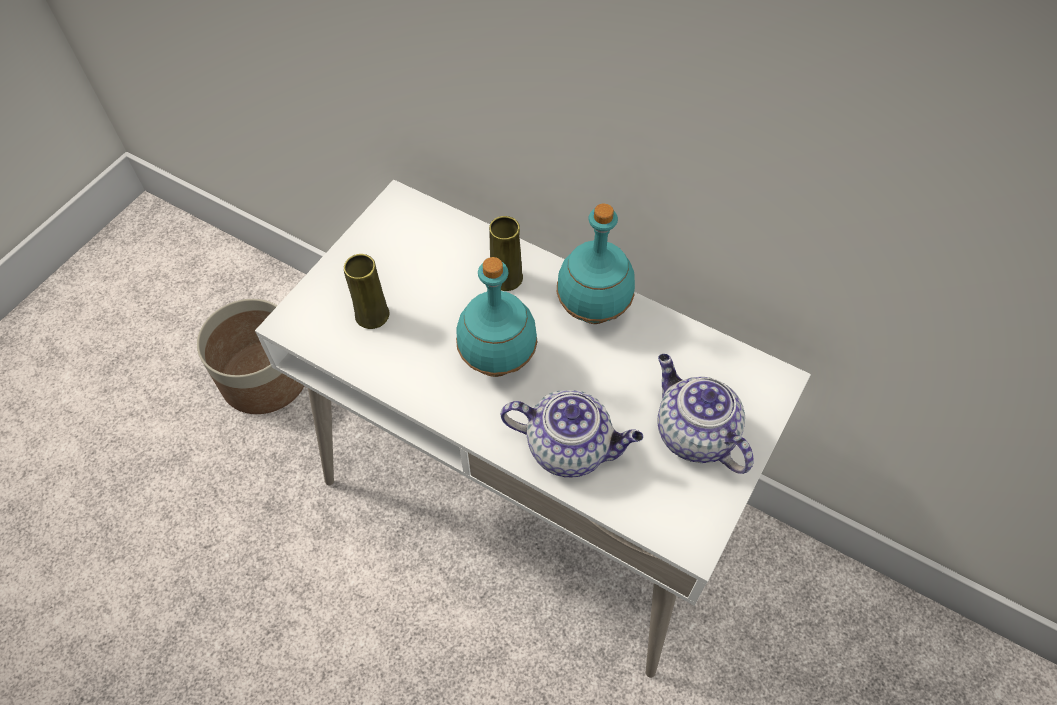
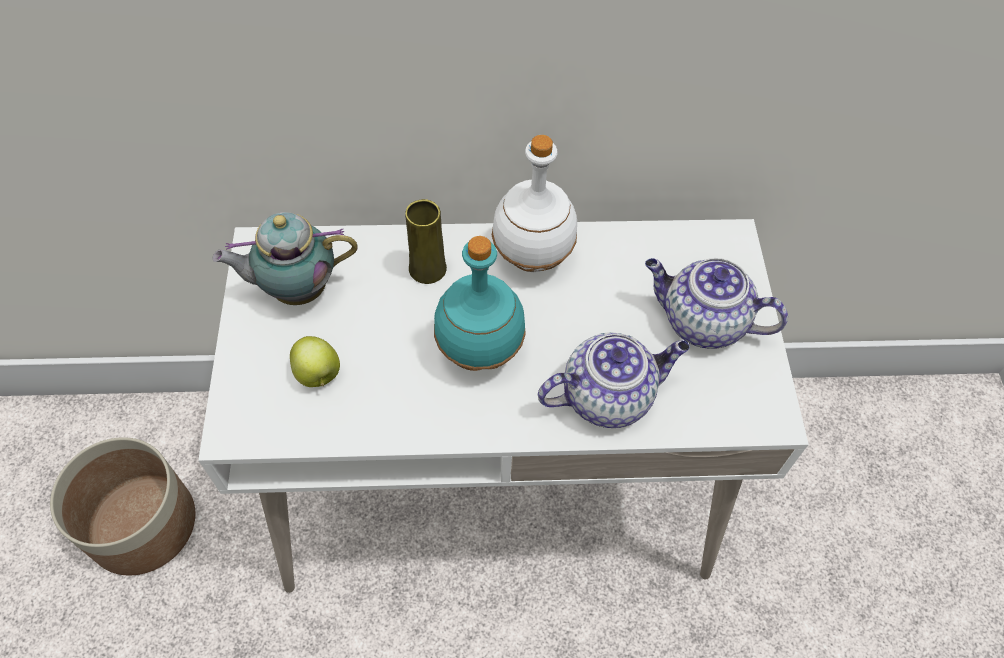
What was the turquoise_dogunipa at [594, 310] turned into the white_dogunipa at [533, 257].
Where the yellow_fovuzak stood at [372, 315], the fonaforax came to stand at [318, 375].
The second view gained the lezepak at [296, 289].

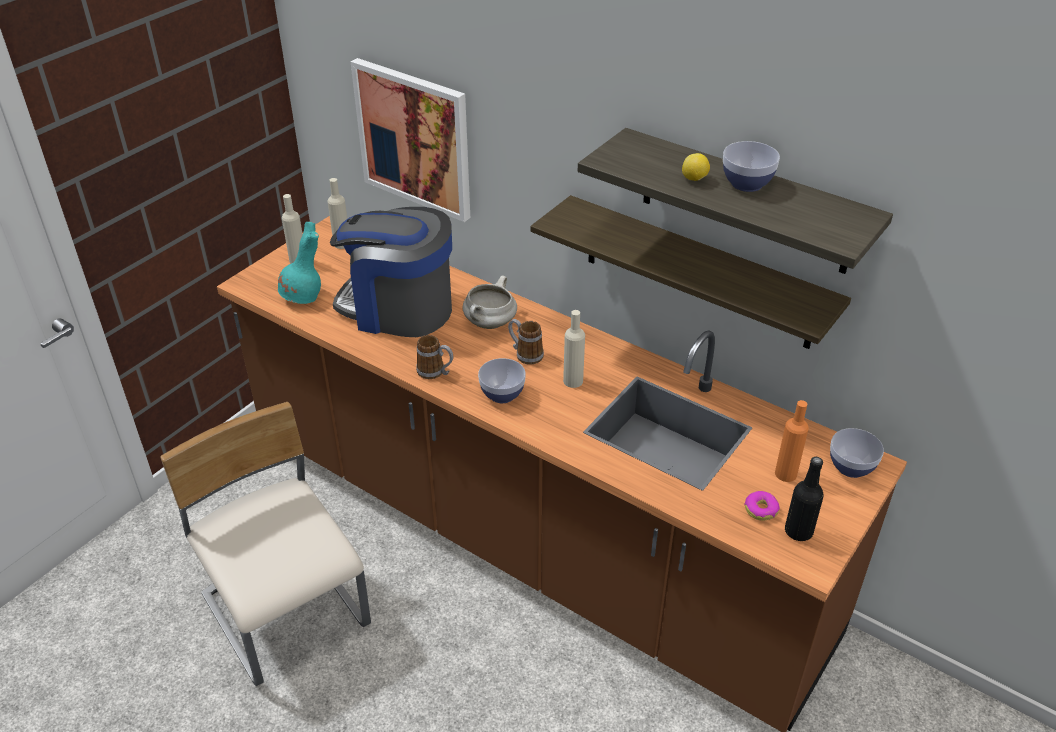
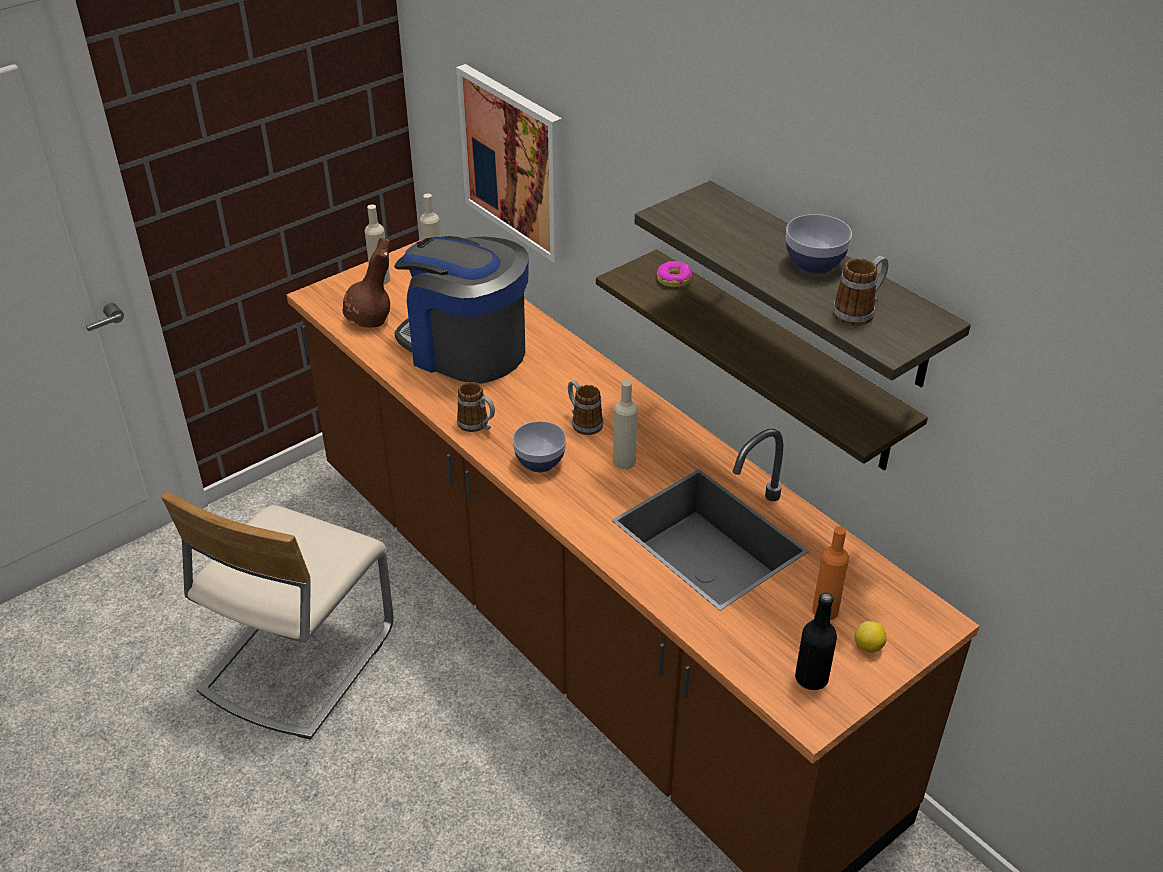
The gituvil ended up elsewhere, having gone from [694, 179] to [868, 647].
What was the turquoise_fovuzak at [303, 298] turned into the brown_fovuzak at [370, 321].
The second view lost the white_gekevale at [490, 323].
The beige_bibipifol at [287, 612] ended up facing another way, 135 degrees counterclockwise from before.
The second view lost the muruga at [851, 467].
The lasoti ended up elsewhere, having gone from [761, 509] to [674, 279].
The second view gained the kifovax at [859, 312].

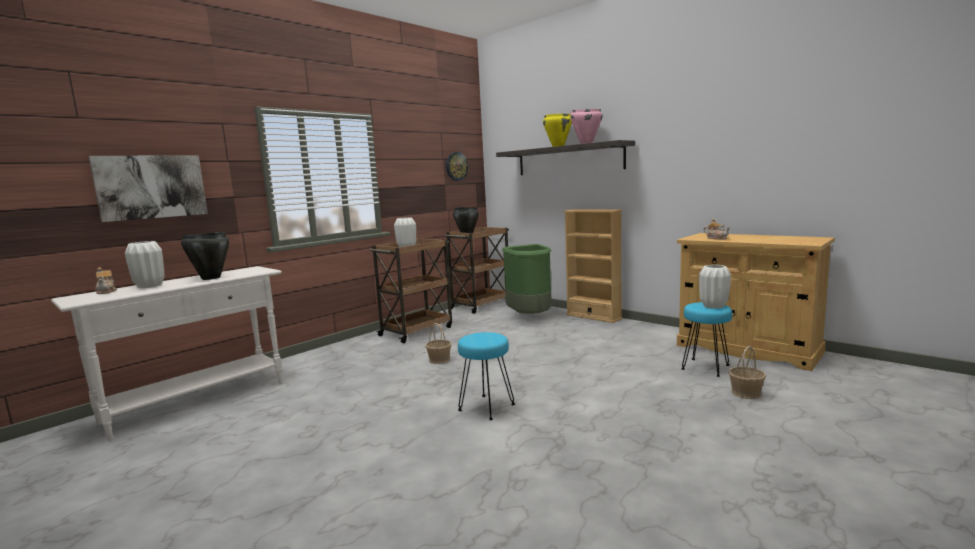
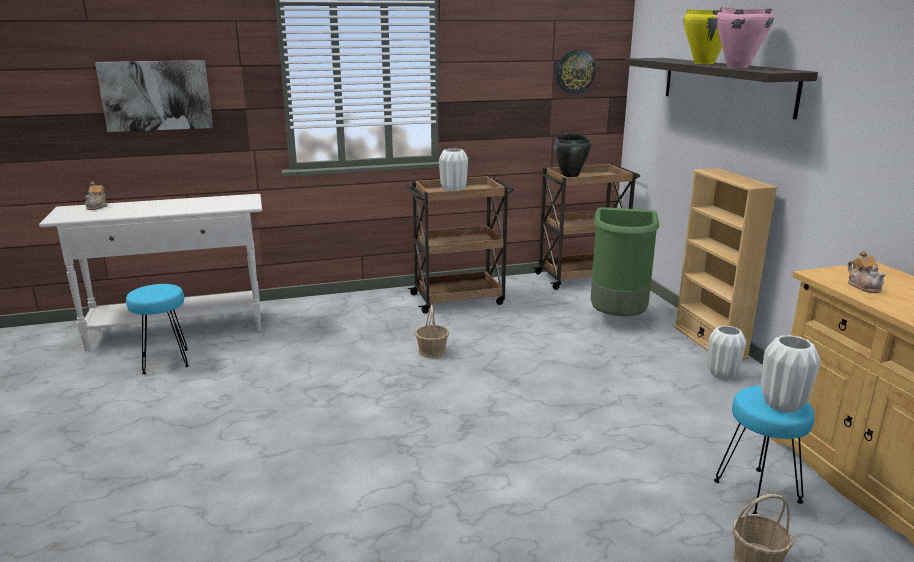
The second view lost the black_gekevale at [210, 278].
The white_fovuzak ended up elsewhere, having gone from [150, 286] to [722, 374].
The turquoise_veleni ended up elsewhere, having gone from [486, 407] to [165, 361].

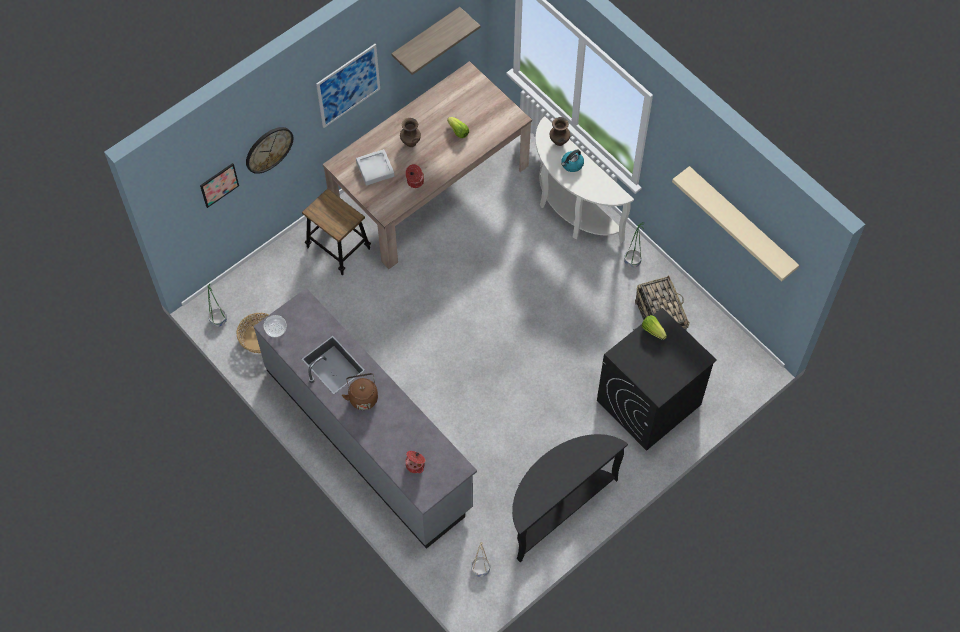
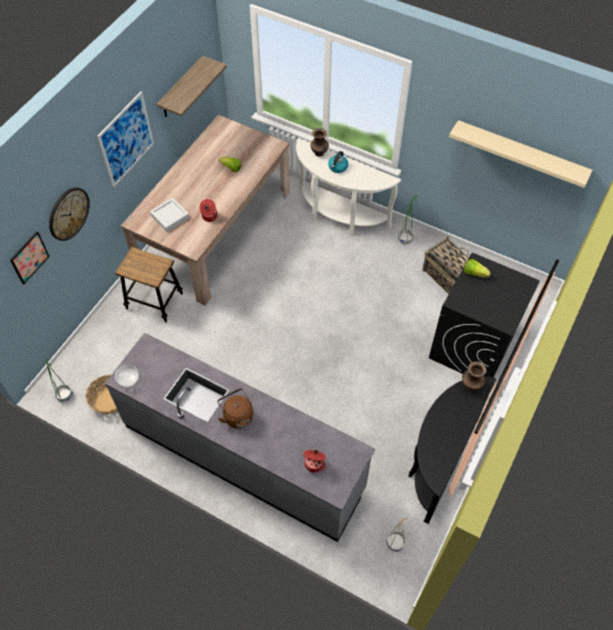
The brown_fovuzak ended up elsewhere, having gone from [410, 142] to [470, 385].

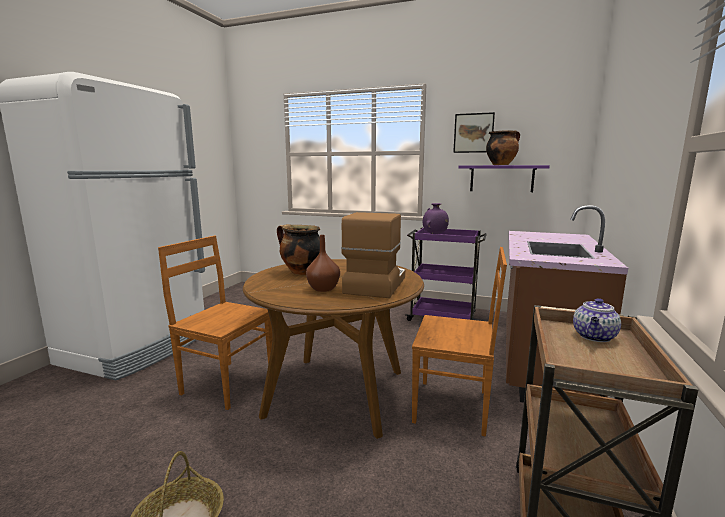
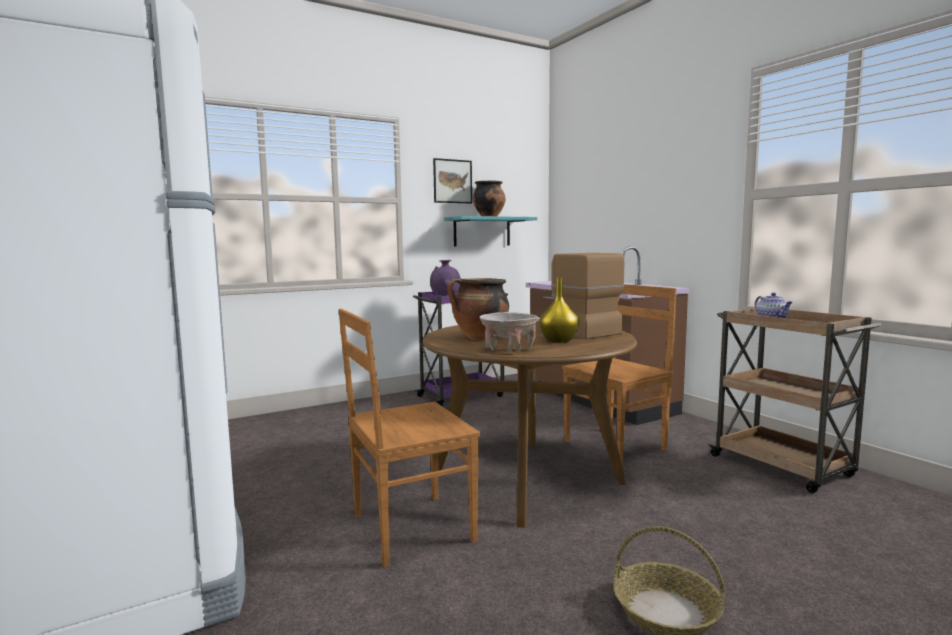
What was the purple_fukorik at [501, 178] turned into the turquoise_fukorik at [482, 232].
What was the brown_fovuzak at [322, 289] turned into the yellow_fovuzak at [558, 341].
The second view gained the beige_muruga at [508, 349].

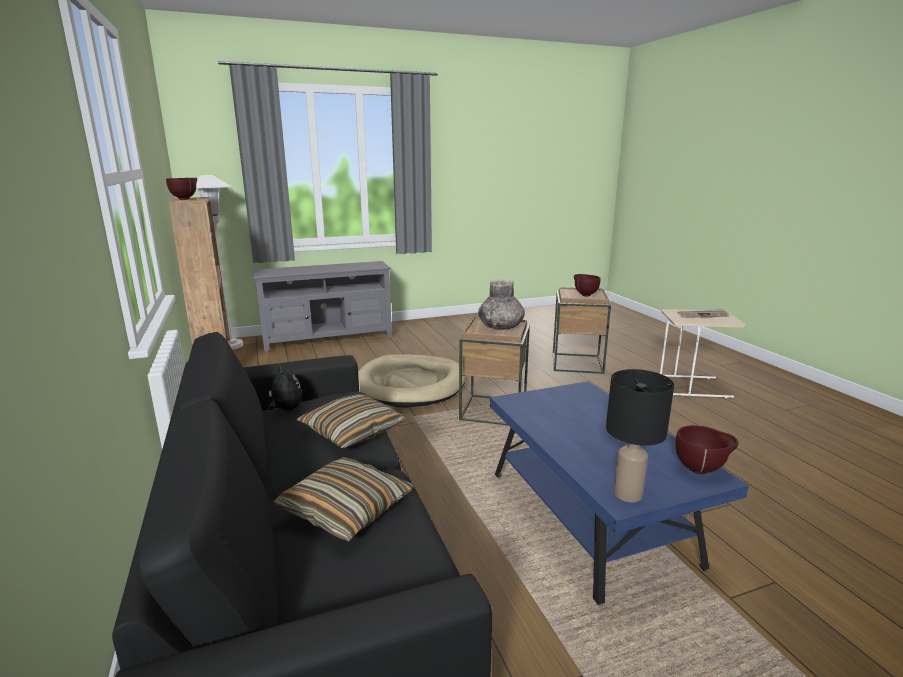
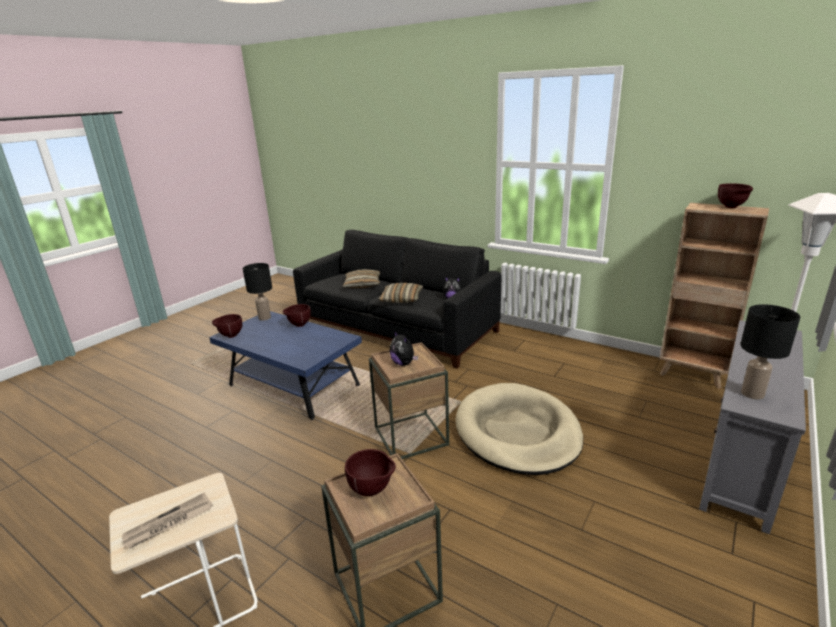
Where the grey_fovuzak stood at [500, 327], the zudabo came to stand at [404, 363].
The second view gained the brown_muruga at [298, 325].
The second view gained the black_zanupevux at [753, 394].

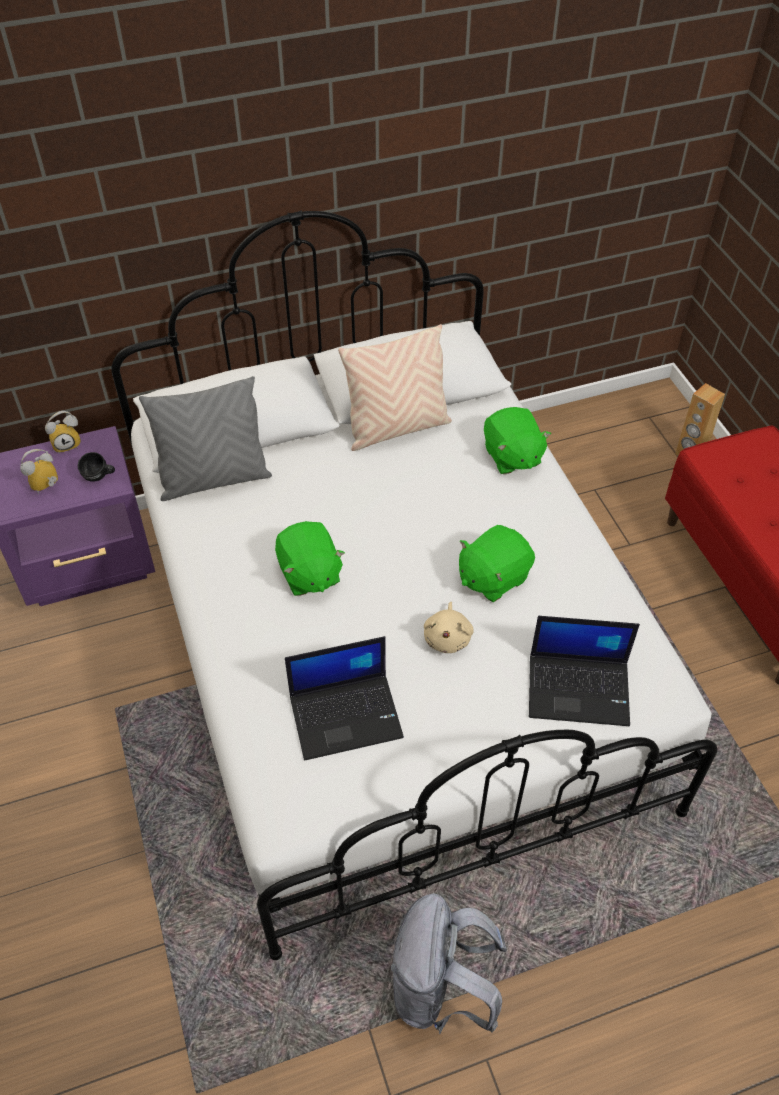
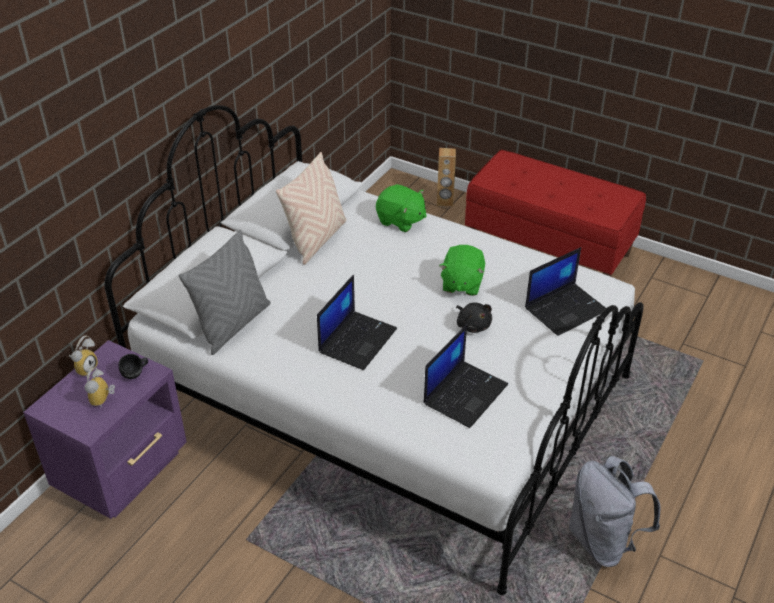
Where the green_zudabo stood at [309, 574], the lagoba came to stand at [357, 340].
What was the beige_zudabo at [448, 637] turned into the black_zudabo at [473, 325].

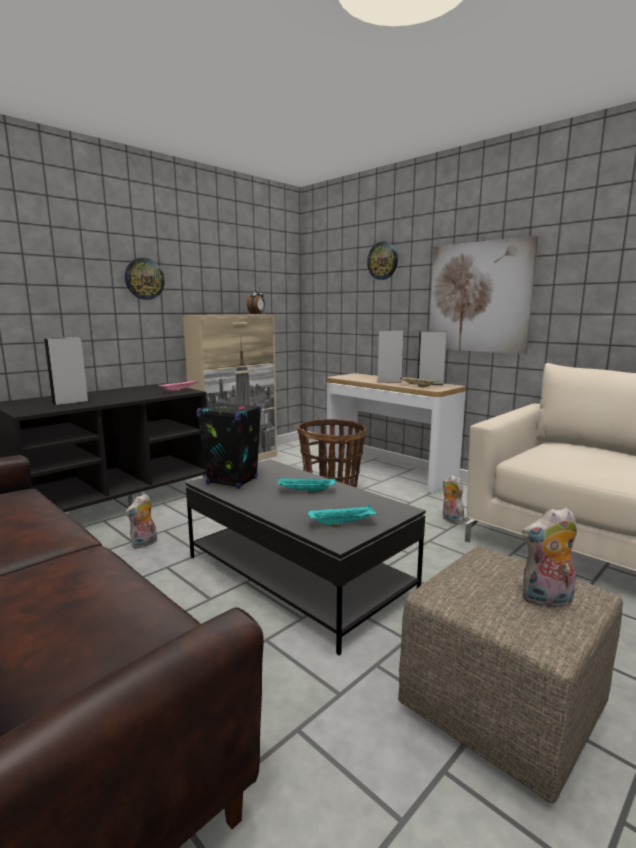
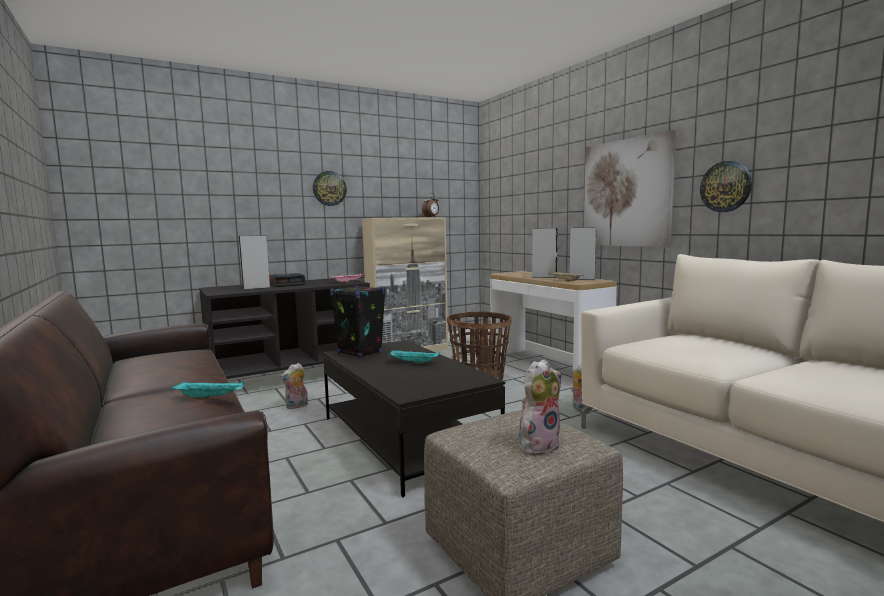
The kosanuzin ended up elsewhere, having gone from [383, 260] to [725, 186].
The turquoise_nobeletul ended up elsewhere, having gone from [343, 524] to [211, 398].
The zudabo at [546, 601] ended up facing another way, 135 degrees clockwise from before.
The second view gained the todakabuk at [287, 284].

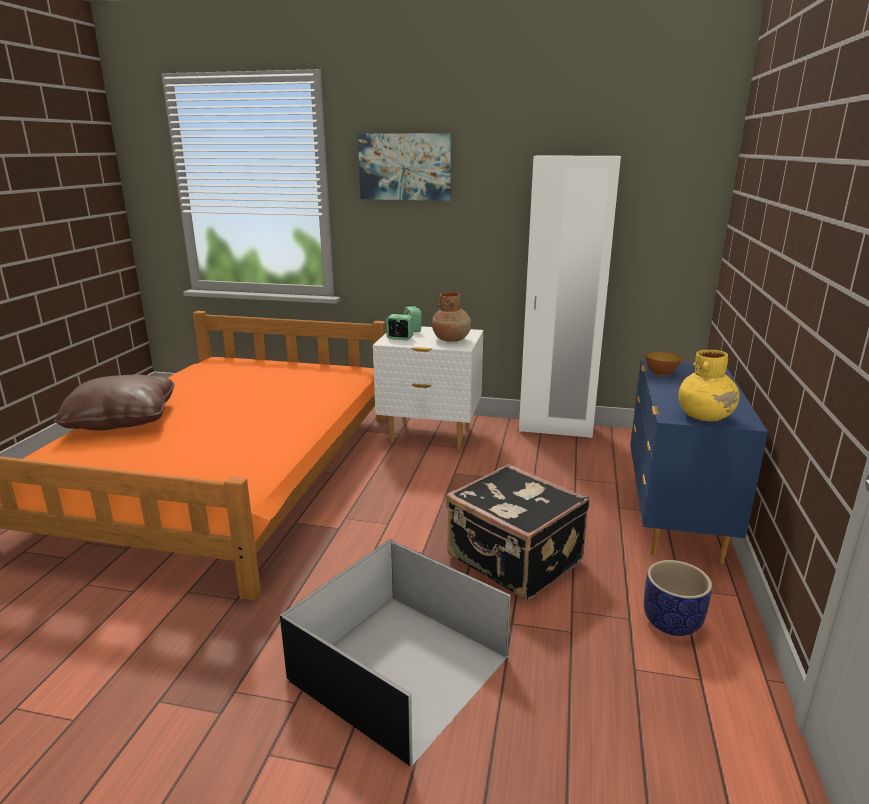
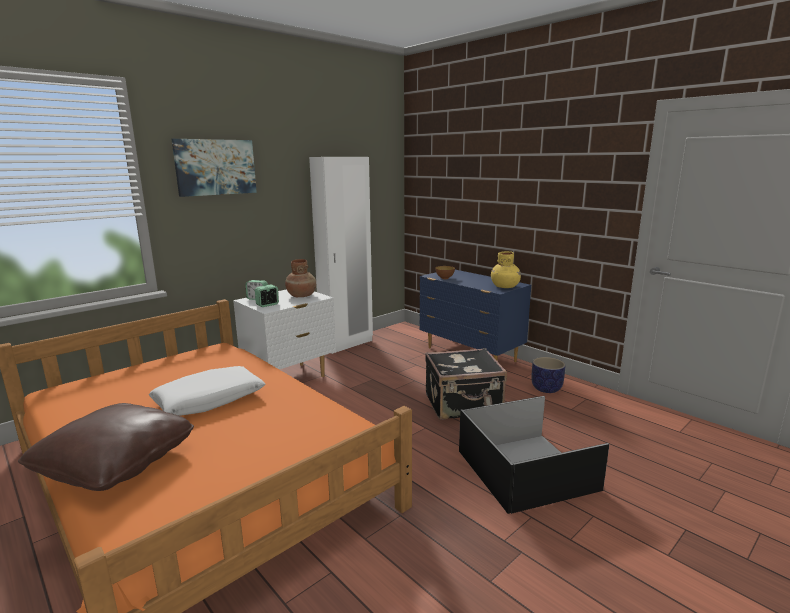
The second view gained the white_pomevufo at [209, 400].

